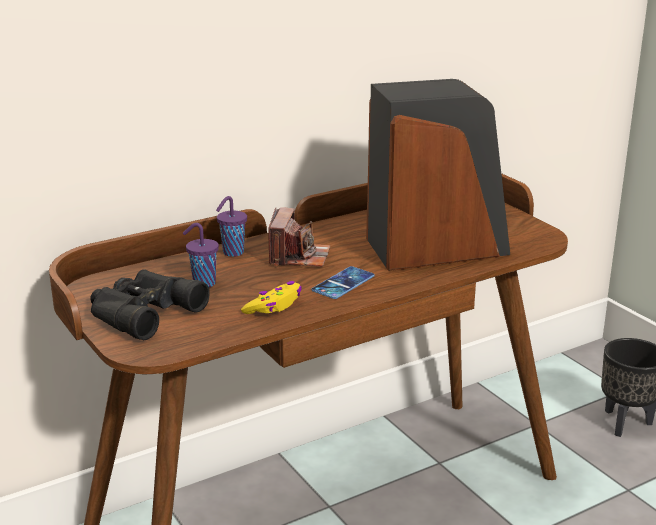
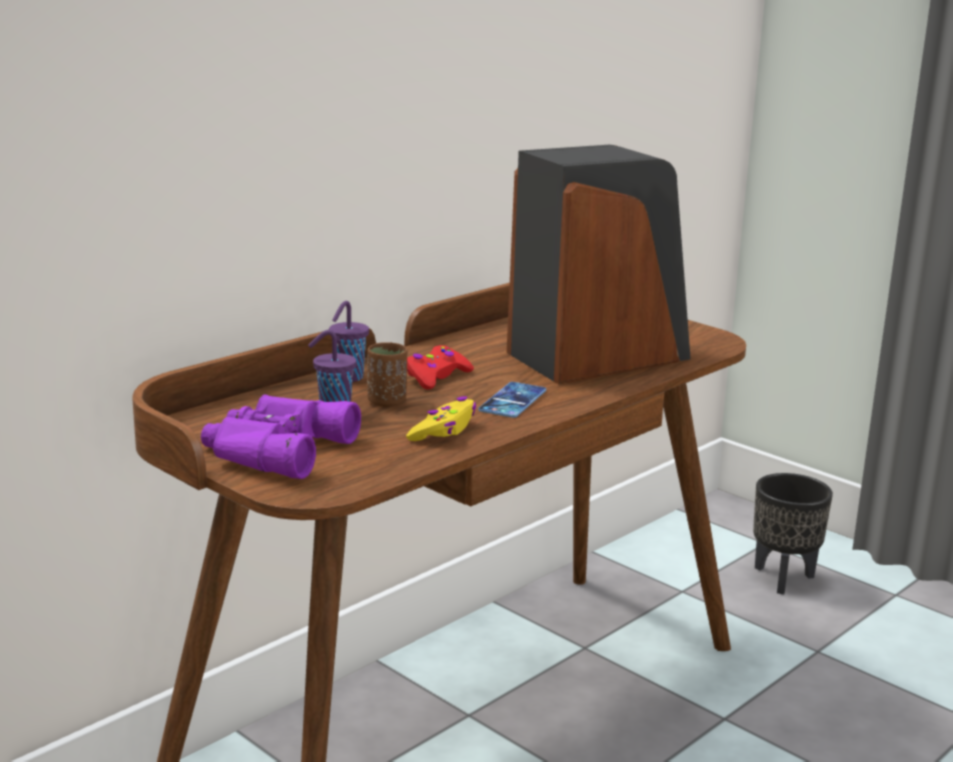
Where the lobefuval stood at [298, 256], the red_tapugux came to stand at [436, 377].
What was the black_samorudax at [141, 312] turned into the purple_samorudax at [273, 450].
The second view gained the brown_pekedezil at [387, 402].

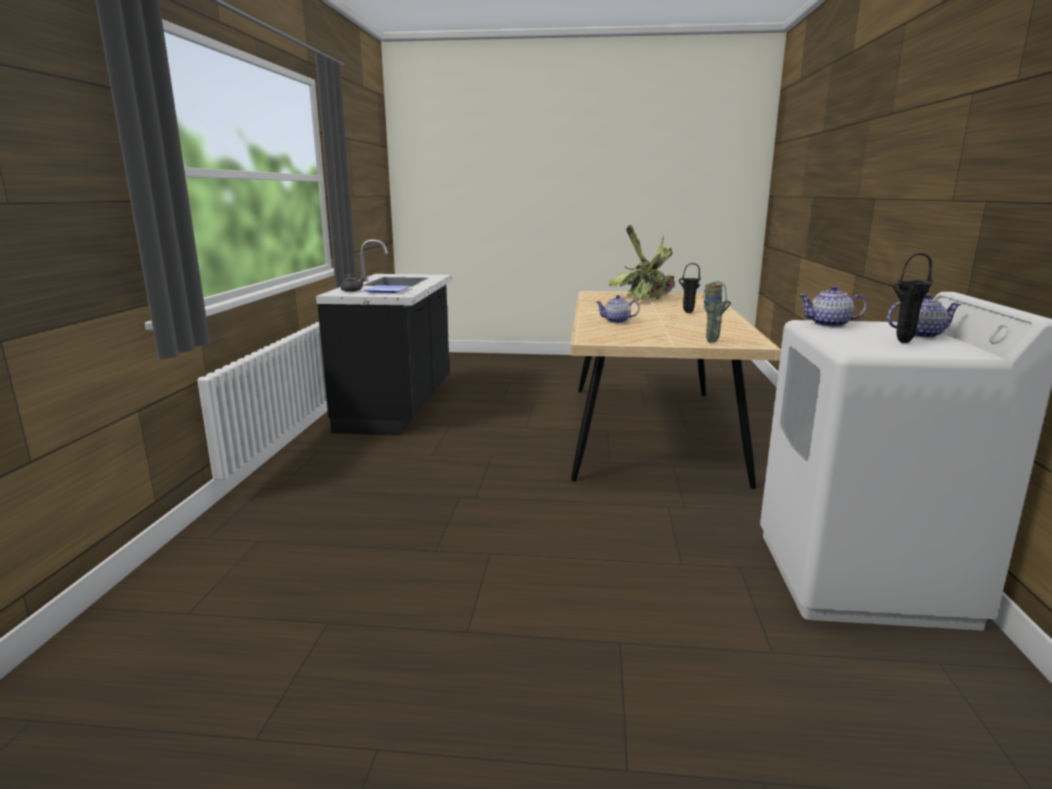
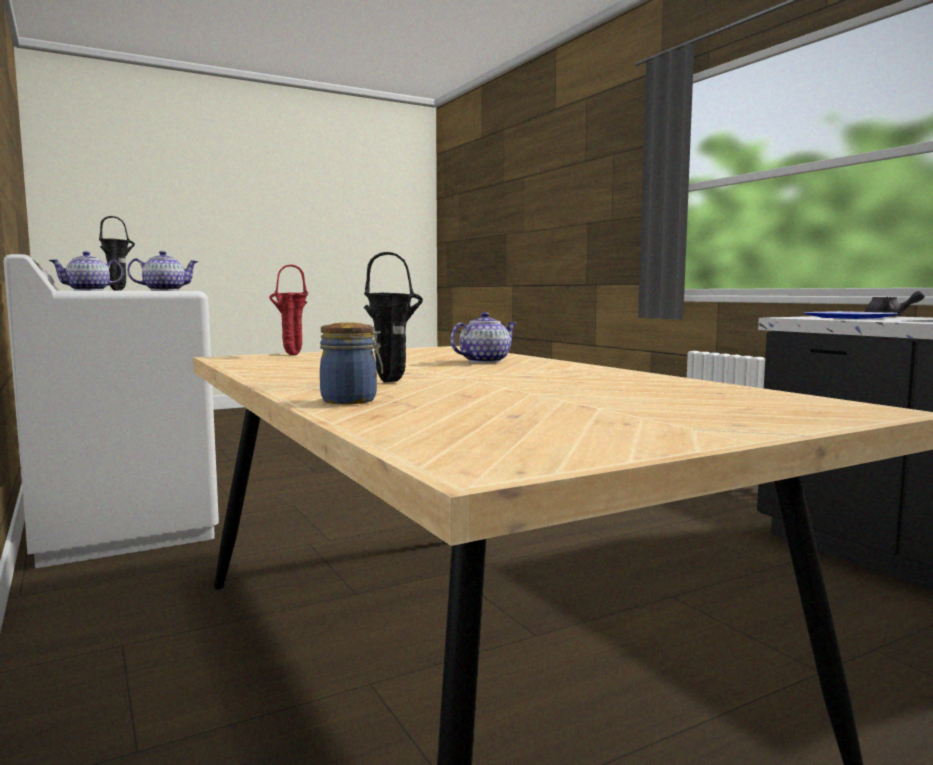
The second view lost the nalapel at [645, 298].
What was the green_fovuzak at [713, 342] turned into the red_fovuzak at [291, 355].

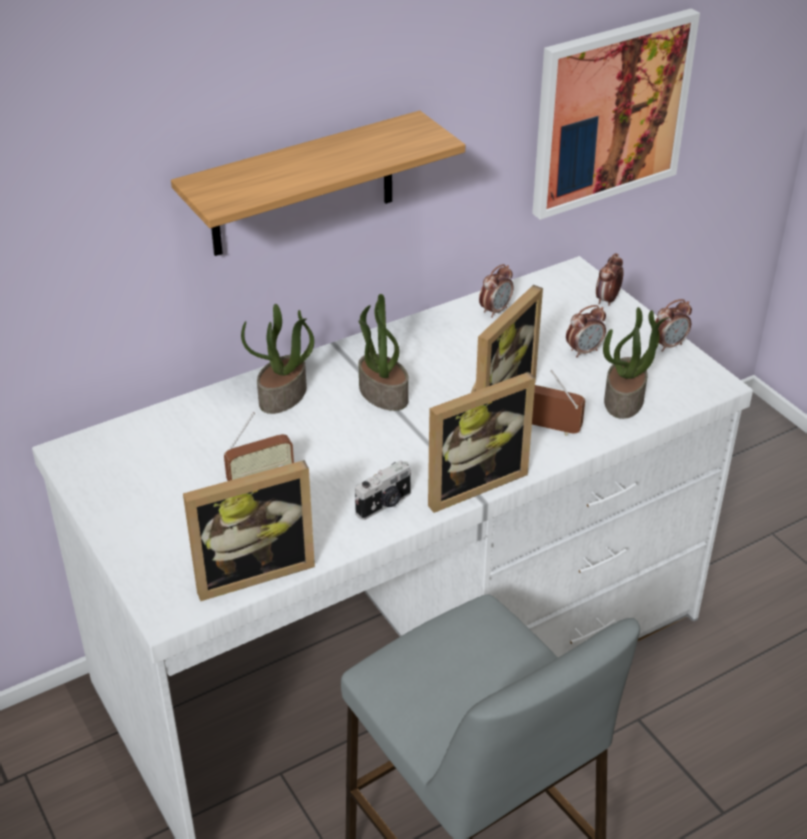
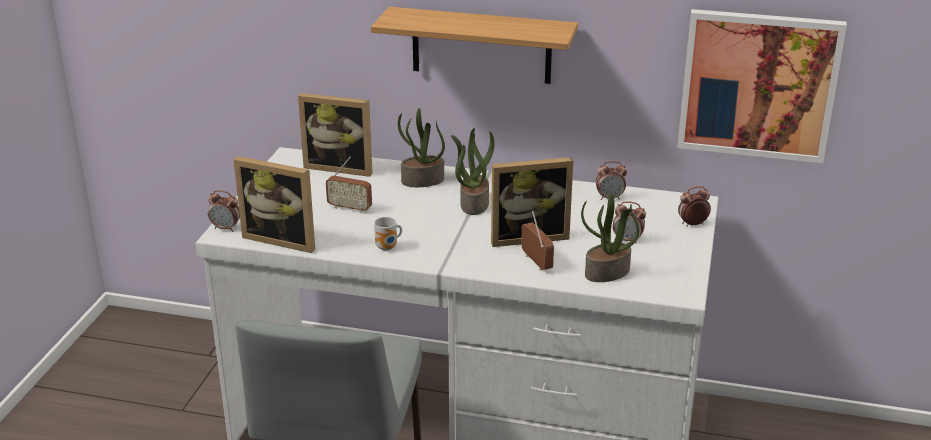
The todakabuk ended up elsewhere, having gone from [668, 345] to [226, 228].
The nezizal ended up elsewhere, having gone from [471, 482] to [340, 167].
Where the lobefuval stood at [385, 504], the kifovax came to stand at [388, 247].

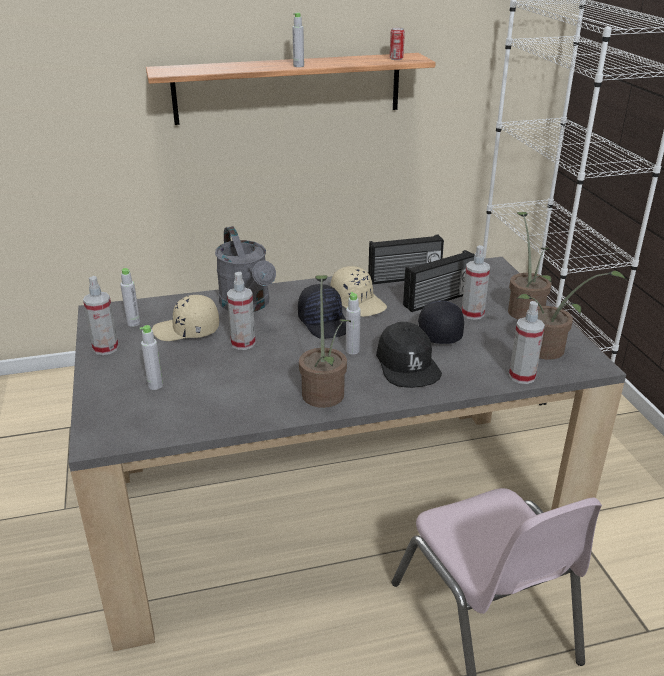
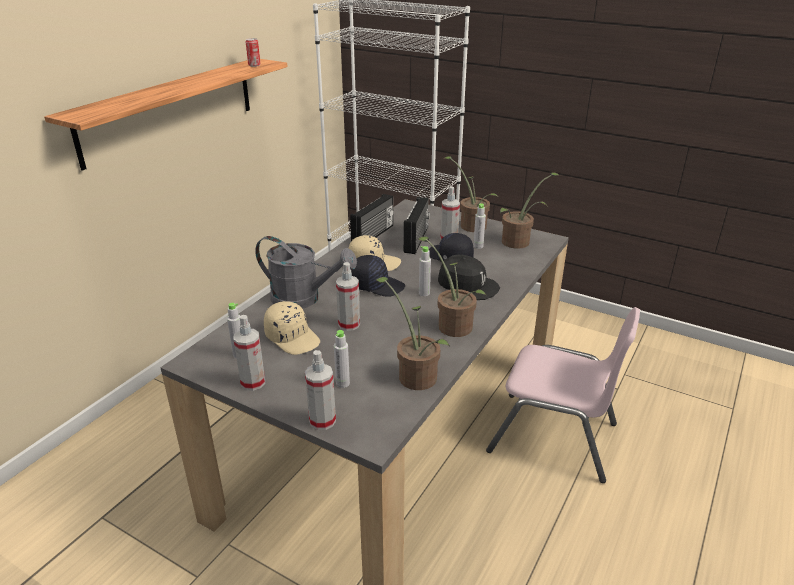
The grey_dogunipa ended up elsewhere, having gone from [298, 66] to [478, 246].
The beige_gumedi at [187, 331] ended up facing another way, 90 degrees counterclockwise from before.
The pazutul ended up elsewhere, having gone from [522, 376] to [322, 421].
The second view gained the nalapel at [414, 374].

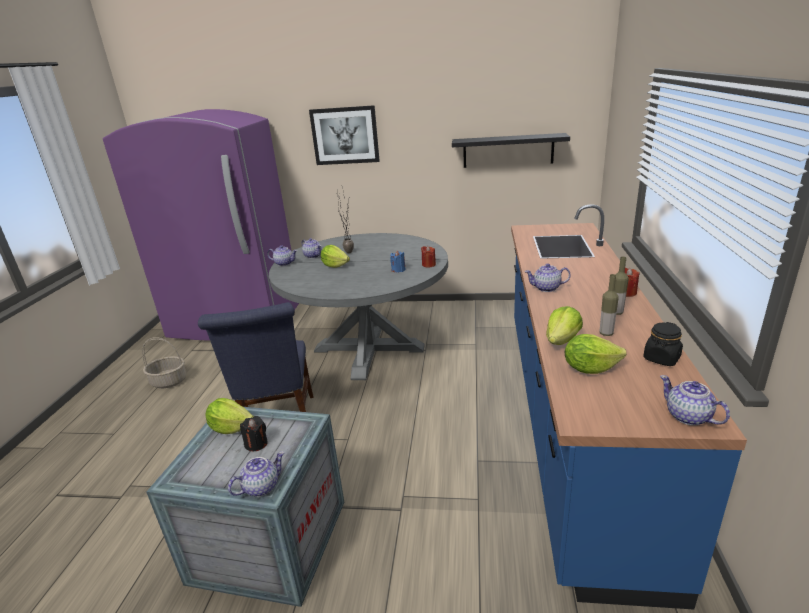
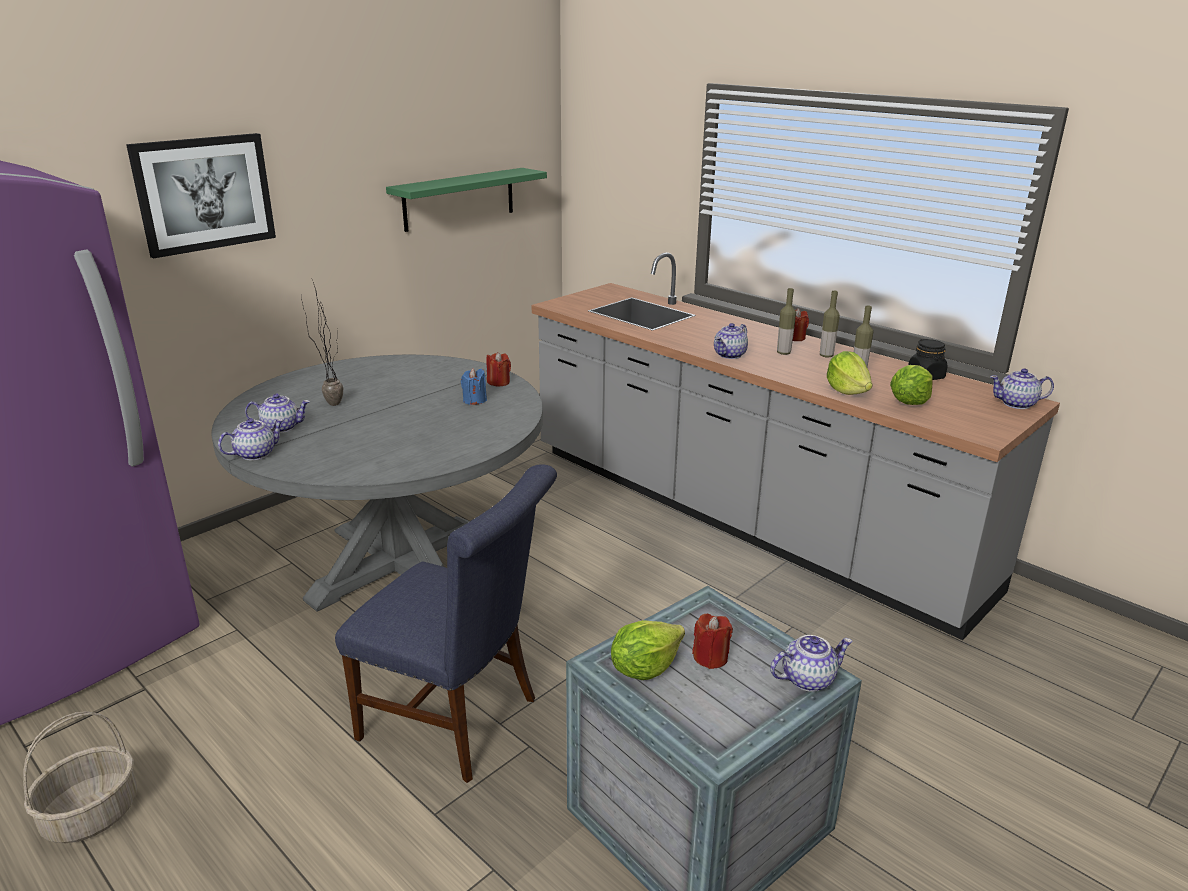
What was the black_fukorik at [508, 150] turned into the green_fukorik at [459, 199].
What was the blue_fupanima at [570, 421] turned into the grey_fupanima at [743, 517].
The second view lost the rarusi at [335, 265].
What was the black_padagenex at [256, 444] turned into the red_padagenex at [710, 657].
The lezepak at [261, 486] ended up facing another way, 75 degrees clockwise from before.
The second view gained the dogunipa at [783, 353].

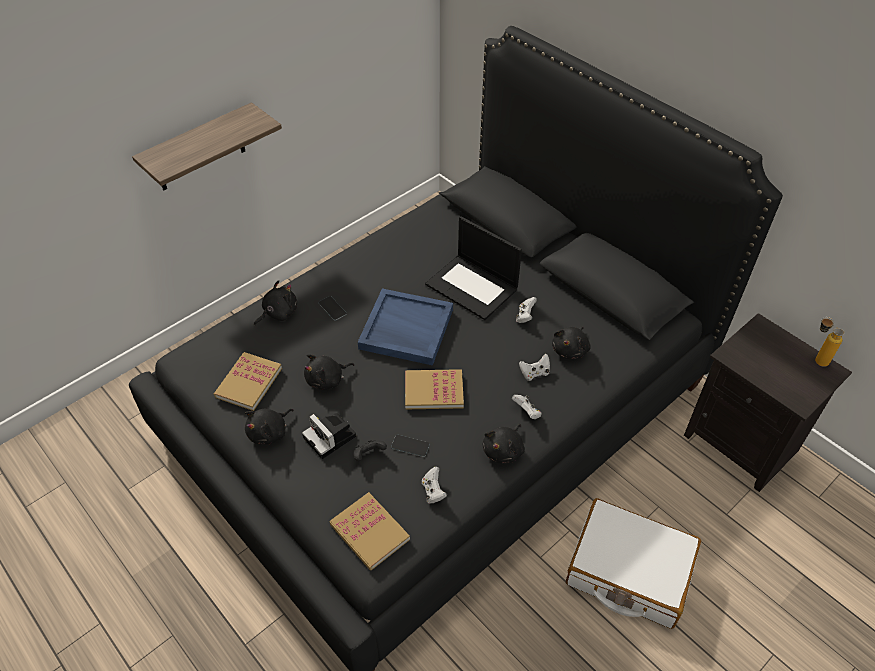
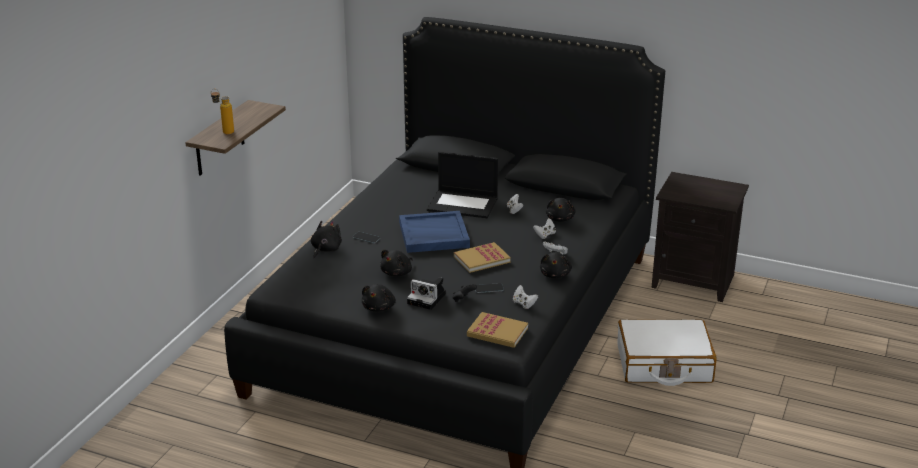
The dogunipa ended up elsewhere, having gone from [816, 359] to [224, 132].
The second view lost the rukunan at [249, 383].

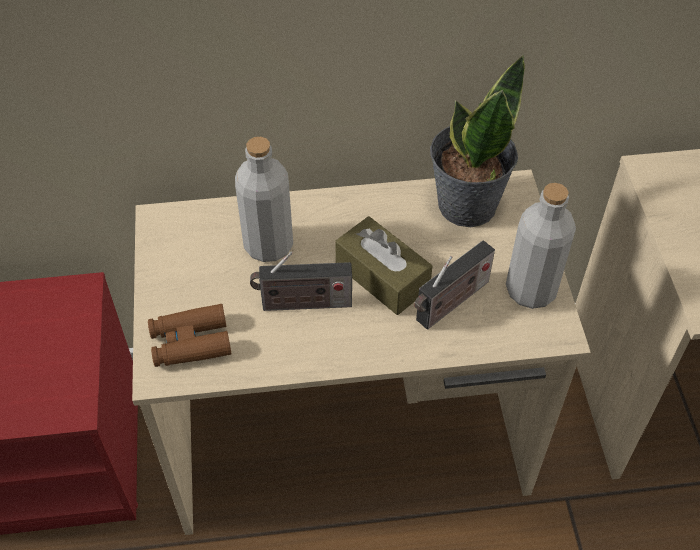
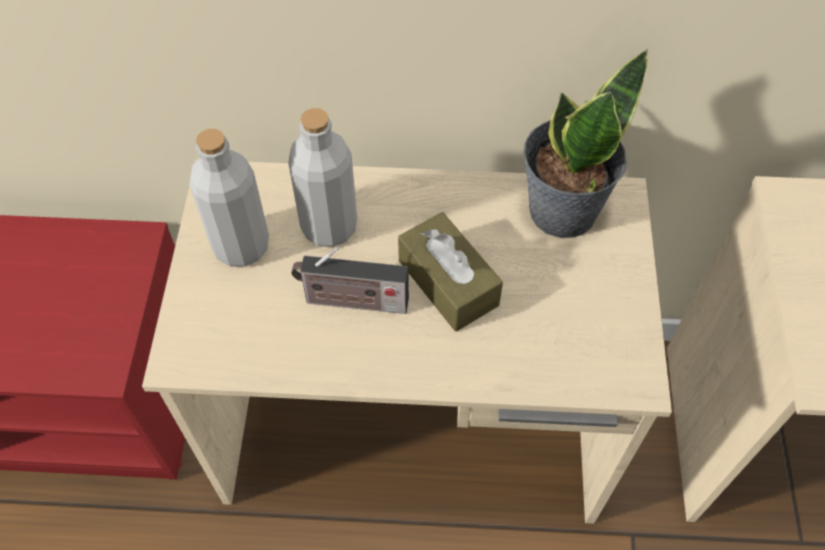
The grey_dogunipa ended up elsewhere, having gone from [531, 290] to [241, 246].
The second view lost the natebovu at [450, 304].
The second view lost the brown_samorudax at [190, 342].

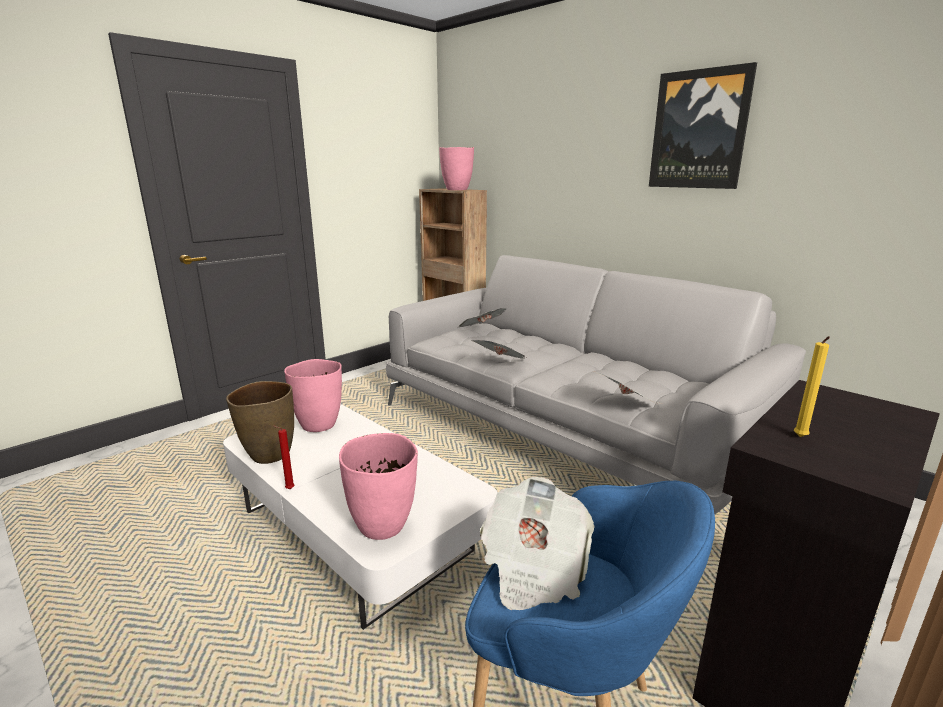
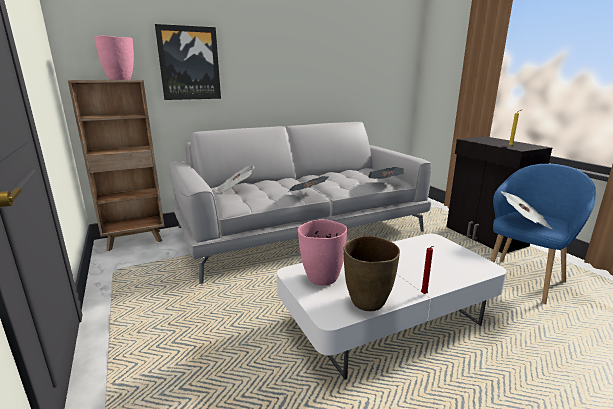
The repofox ended up elsewhere, having gone from [699, 130] to [189, 63].
The second view lost the pink_fovuzak at [383, 526].

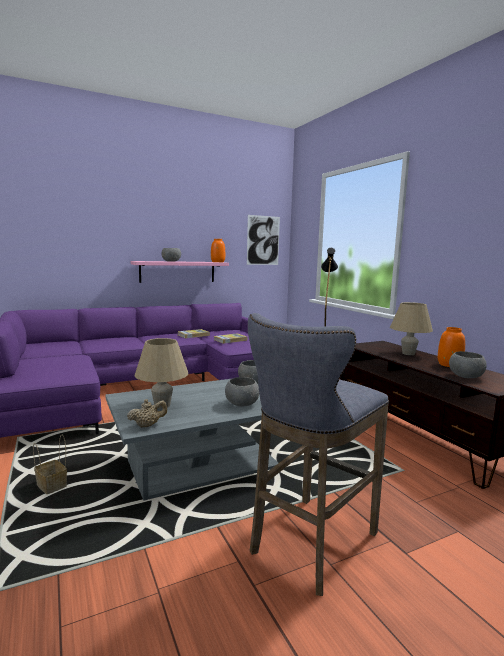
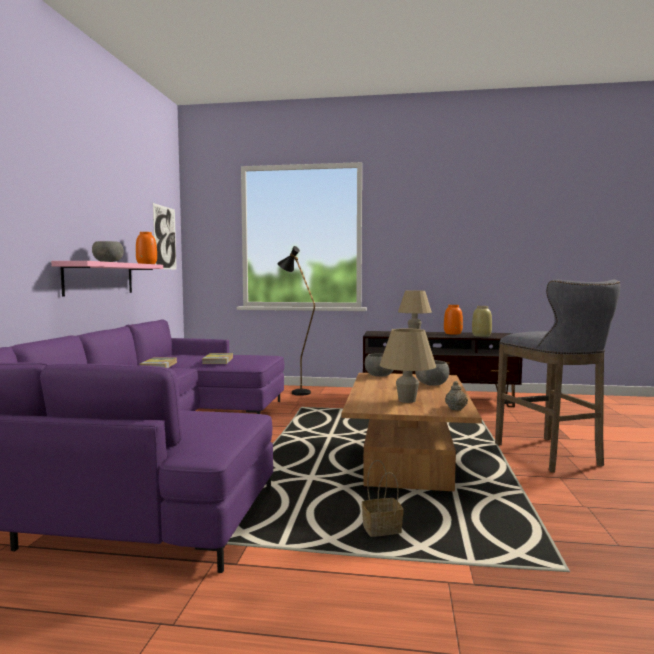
Where the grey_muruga stood at [465, 376], the beige_fovuzak came to stand at [481, 336].
What was the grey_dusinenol at [203, 464] turned into the brown_dusinenol at [407, 460].

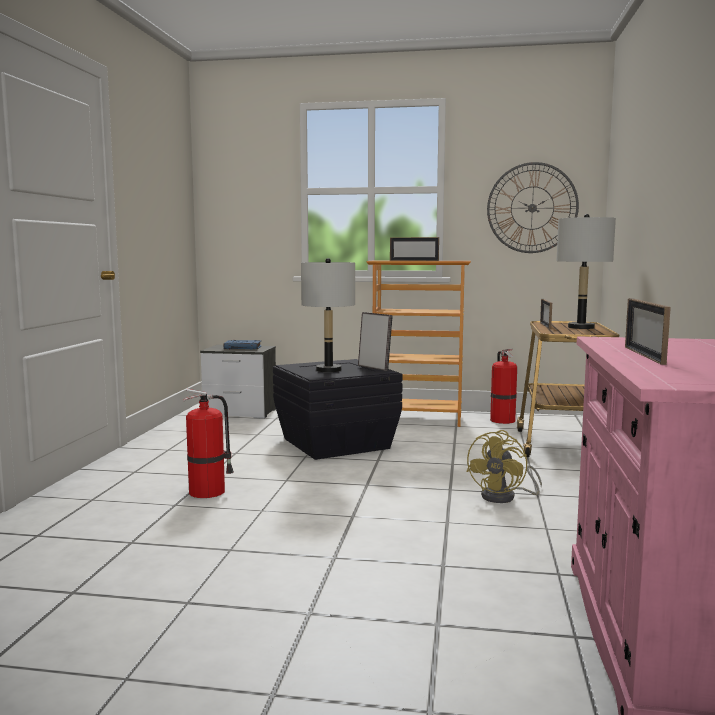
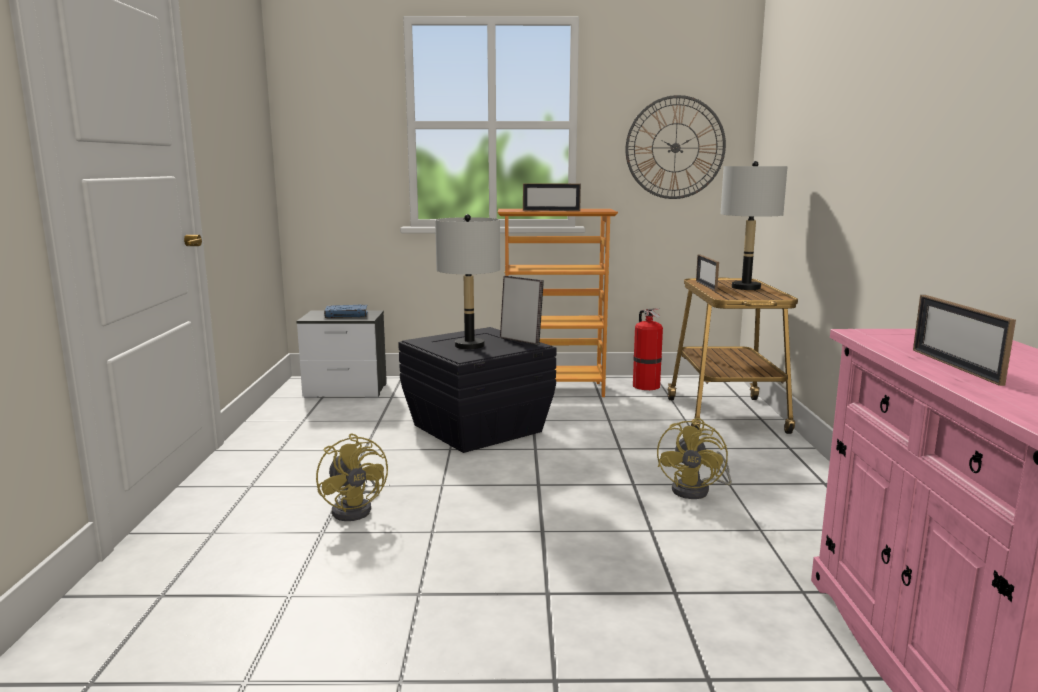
Where the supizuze stood at [209, 491], the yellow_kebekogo came to stand at [356, 509].

